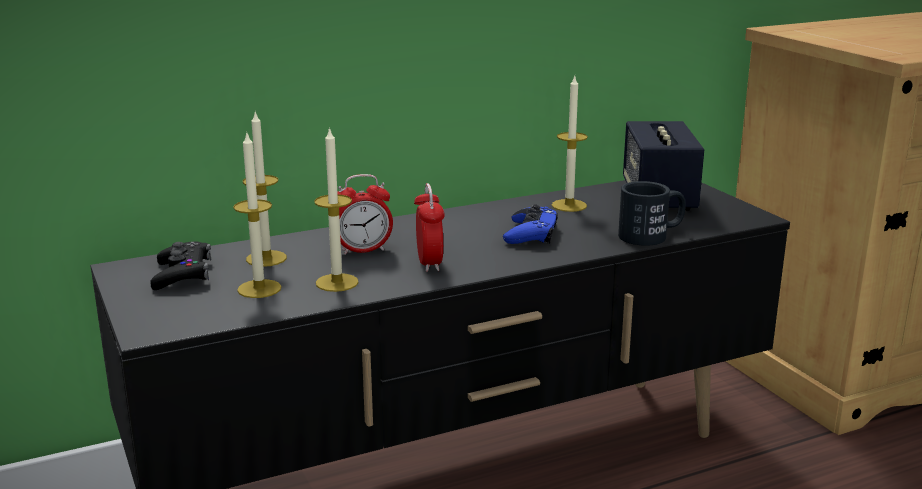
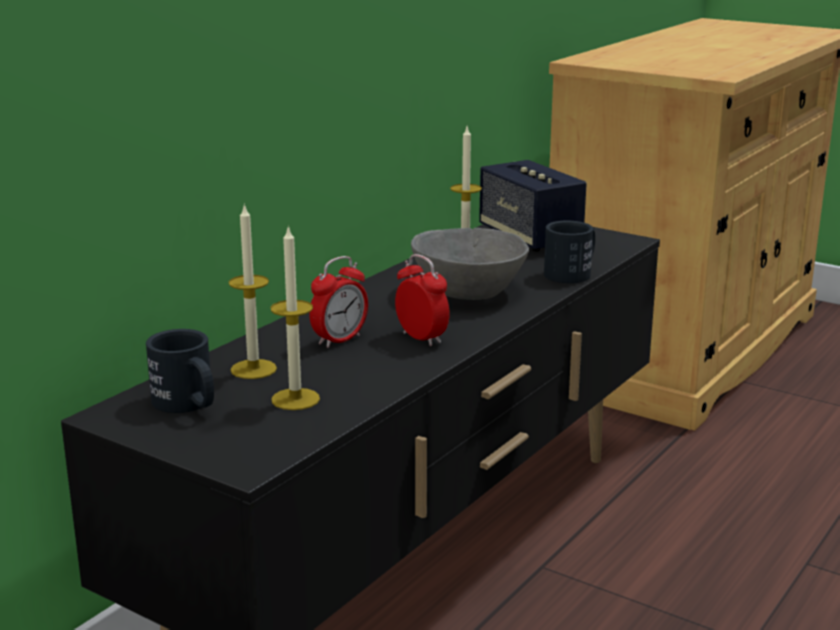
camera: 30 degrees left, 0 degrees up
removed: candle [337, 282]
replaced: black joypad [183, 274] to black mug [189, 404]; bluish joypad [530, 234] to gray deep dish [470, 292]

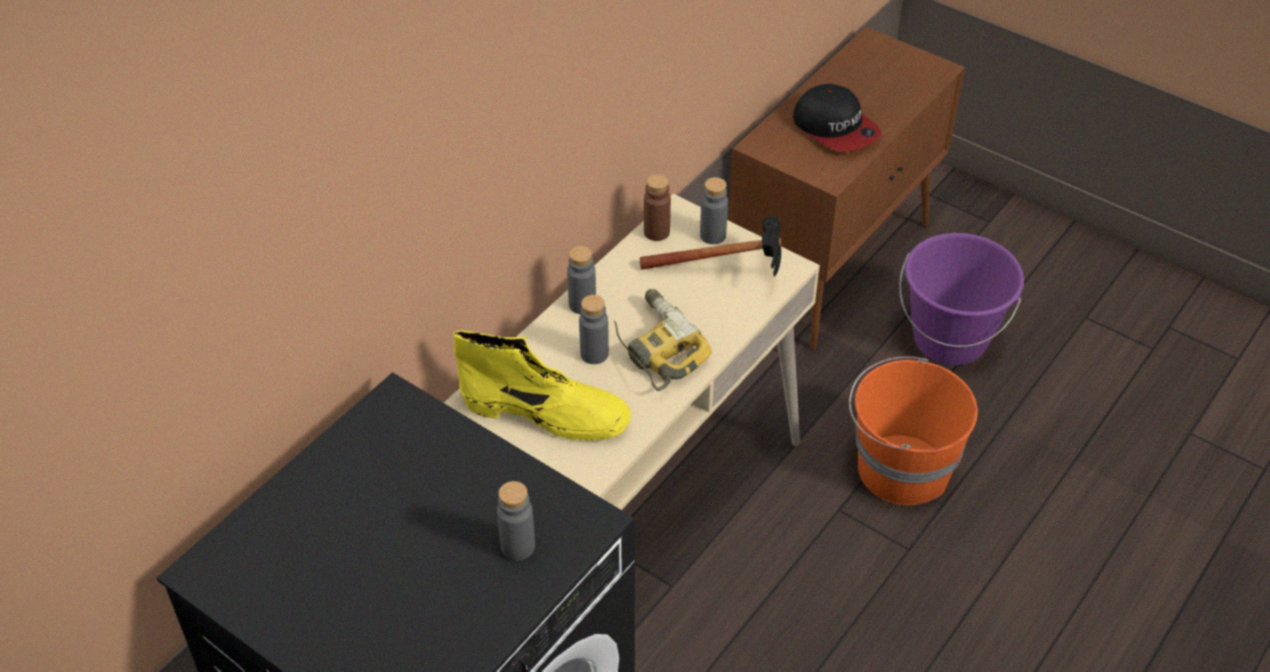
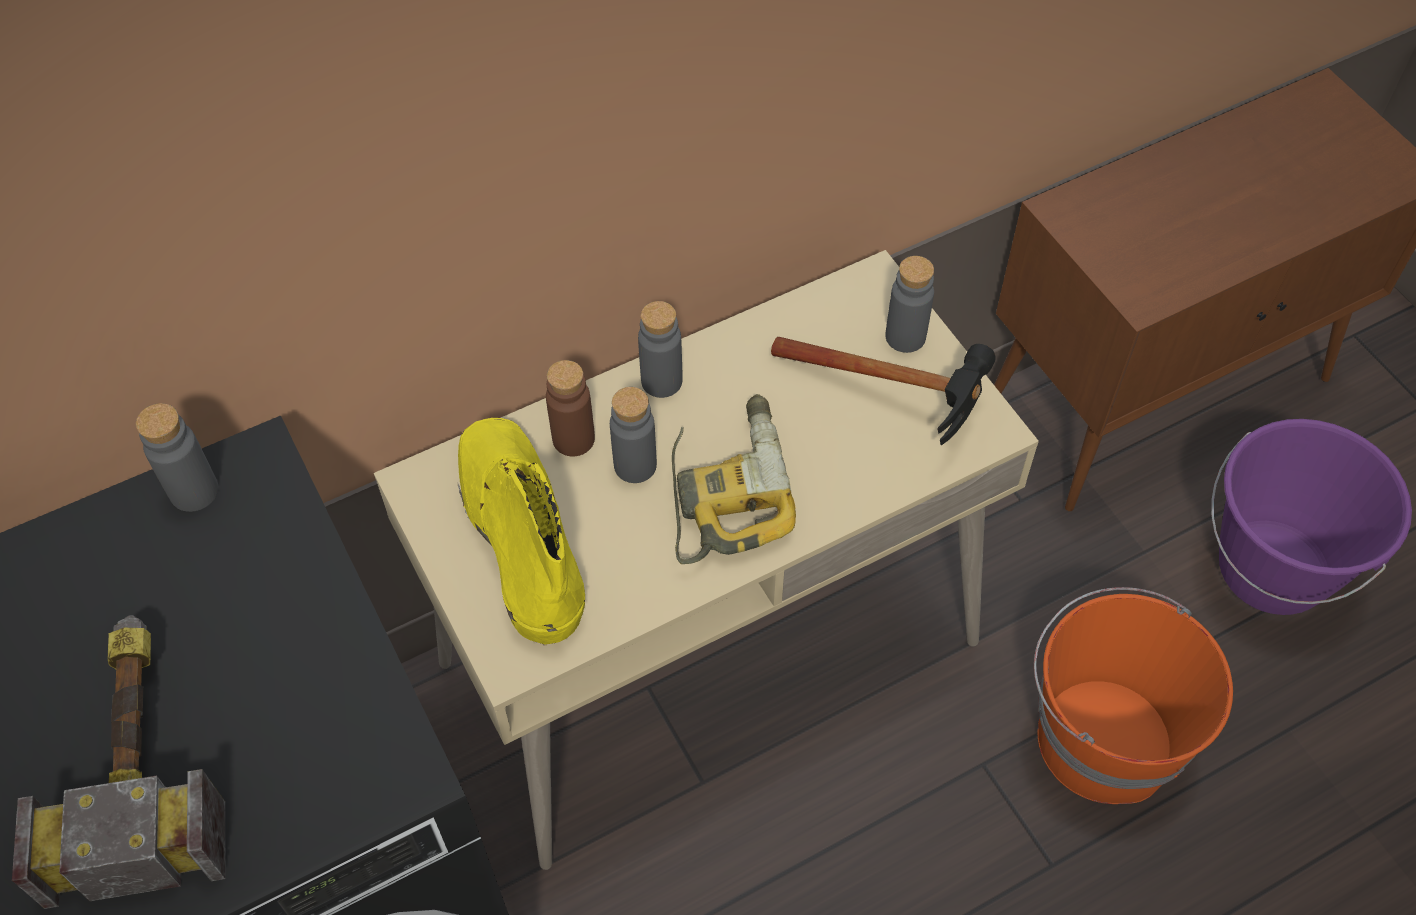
camera: 25 degrees right, 10 degrees up
removed: cap [836, 128]
added: tool hammer [139, 758]
moved: gray bottle [518, 546] to [194, 491]; brown bottle [656, 232] to [573, 439]
turned: yellow-coloured tall boot [547, 413] = [520, 534] 150 degrees counterclockwise

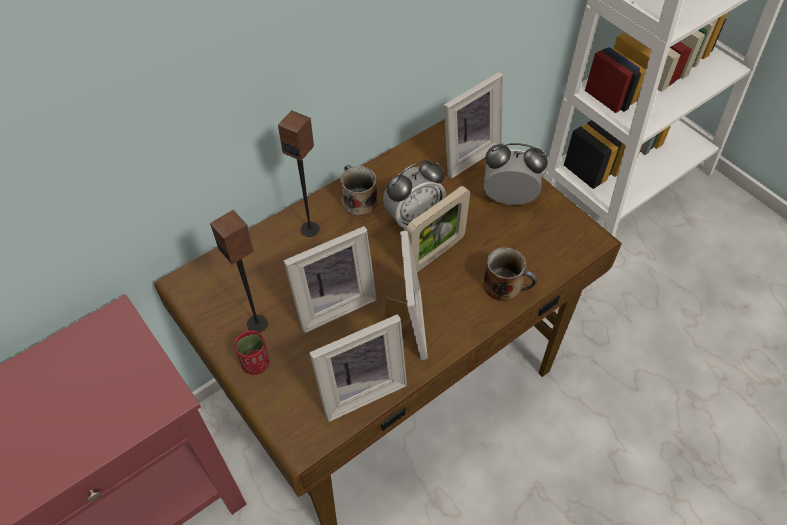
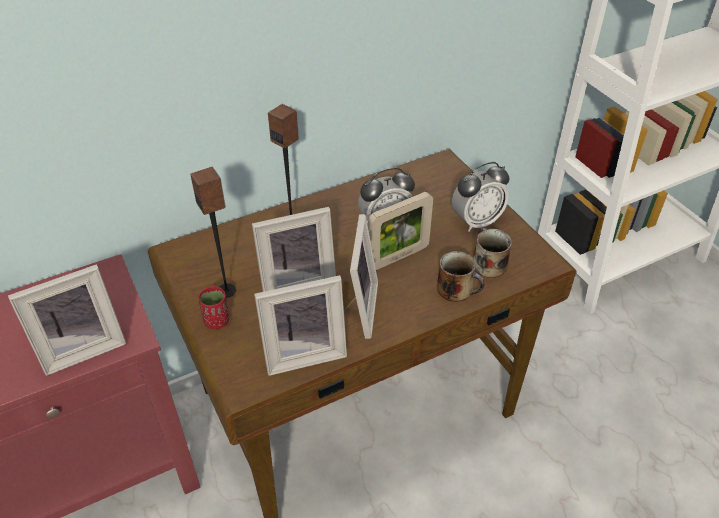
camera: 10 degrees right, 10 degrees down
moved: picture frame [466, 154] to [82, 347]; mug [358, 200] to [488, 263]
turned: alarm clock [508, 198] = [476, 221] 135 degrees clockwise

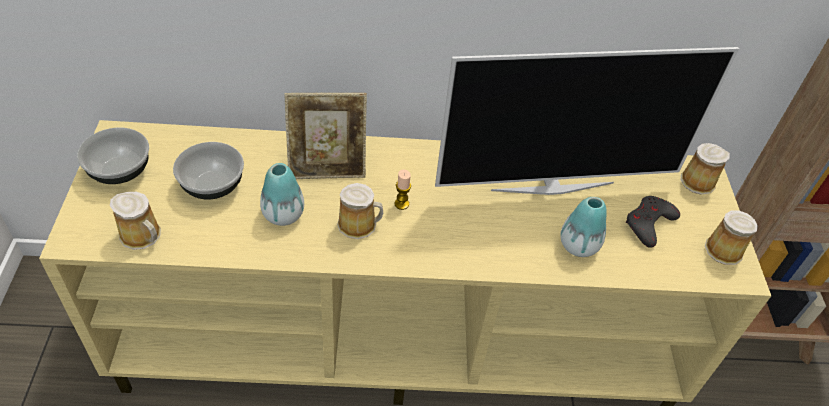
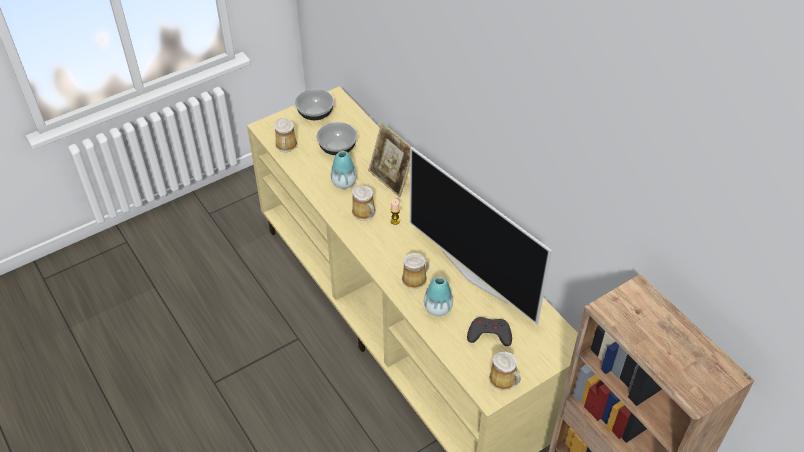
camera: 60 degrees right, 0 degrees up
moved: mug [696, 180] to [415, 279]

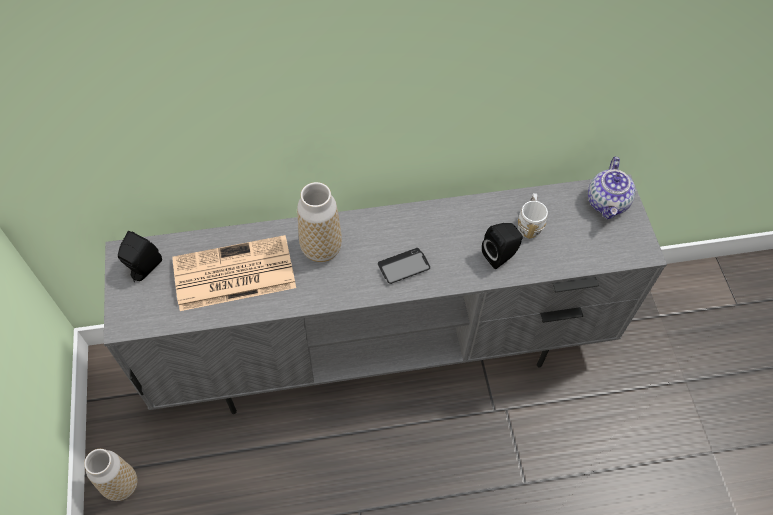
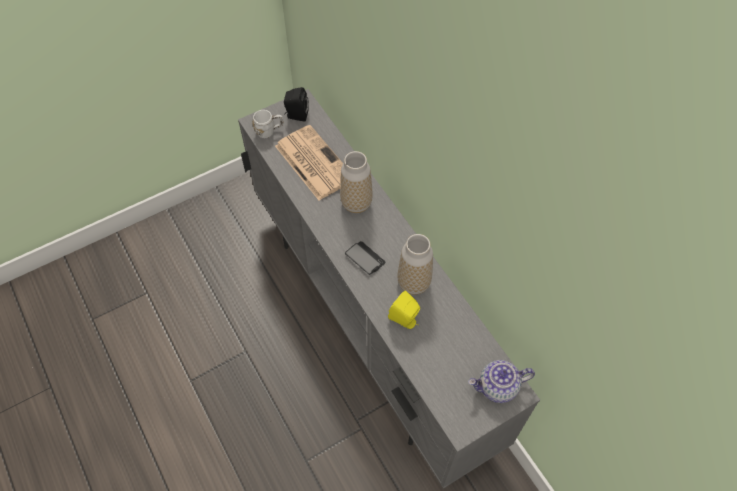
camera: 70 degrees right, 0 degrees up
moved: whitish mug [529, 224] to [269, 131]; decorative vase [121, 485] to [413, 283]
recoloured: black audio speaker [501, 255] to yellow-coloured audio speaker [405, 320]

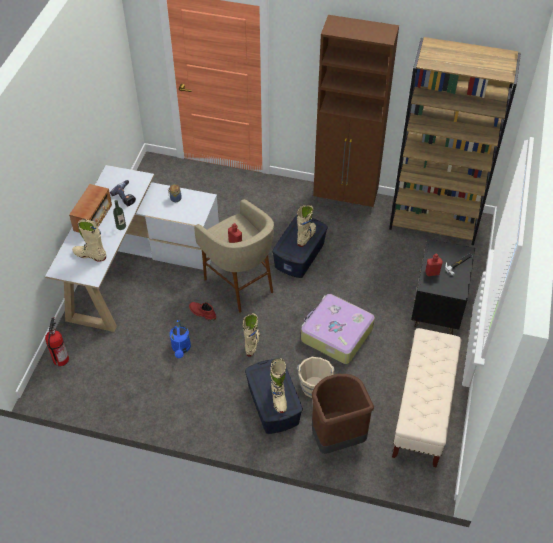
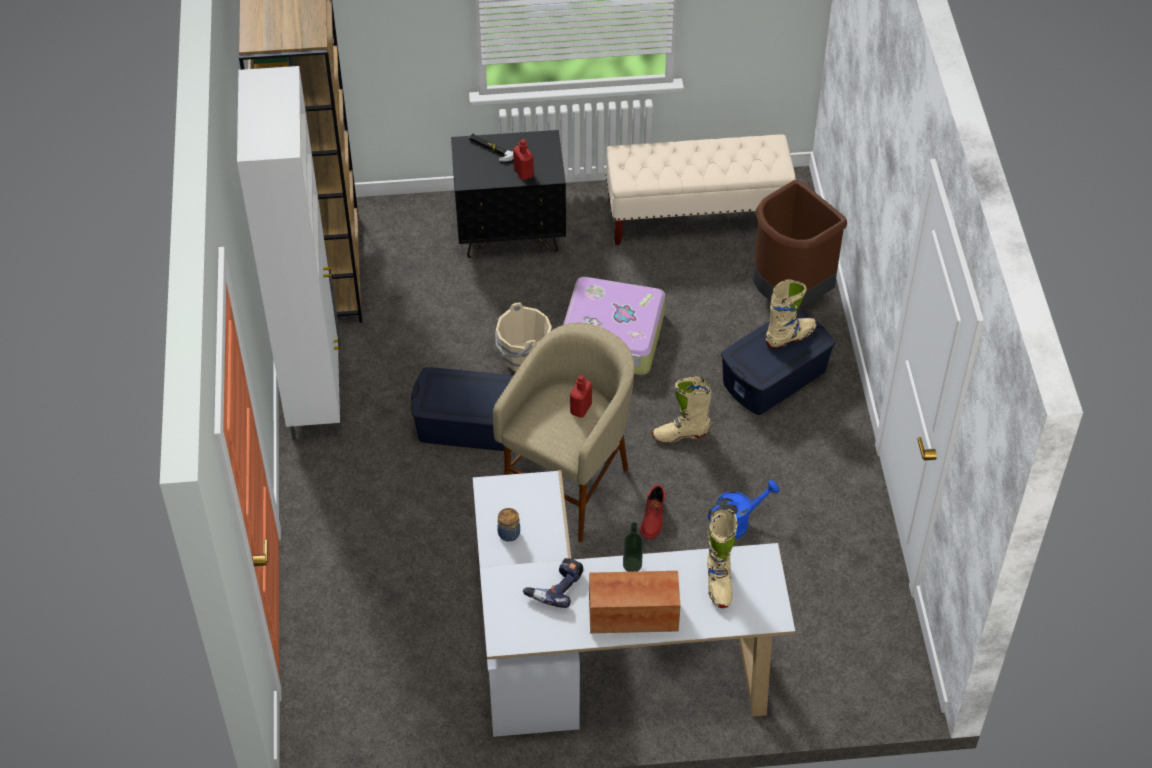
camera: 110 degrees left, 0 degrees up
removed: fire extinguisher [60, 359]; beige tall boot [306, 237]
moved: beige water bucket [314, 386] to [523, 358]
recoloured: brown cupboard [346, 201] to whitish cupboard [315, 394]

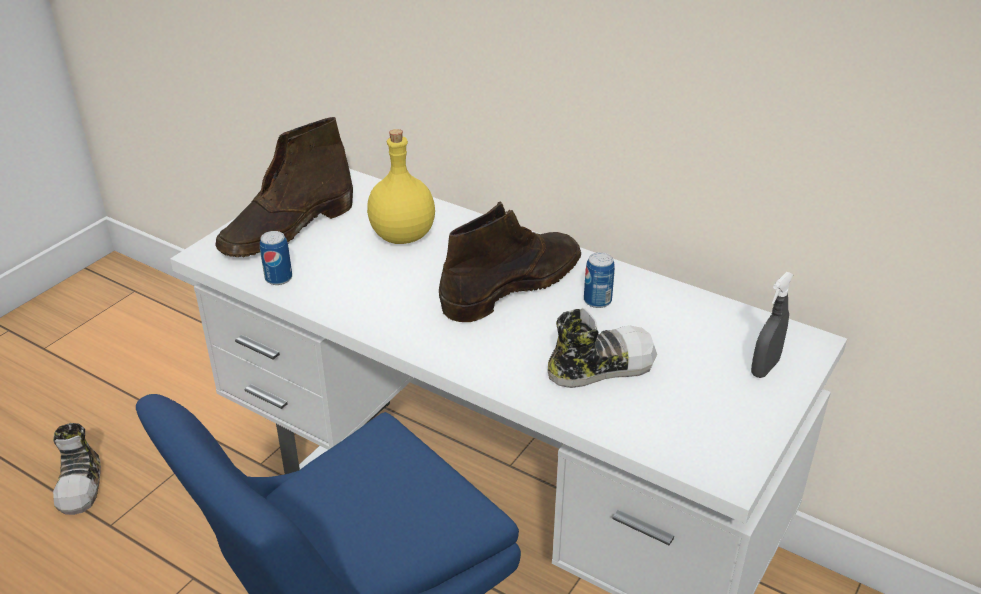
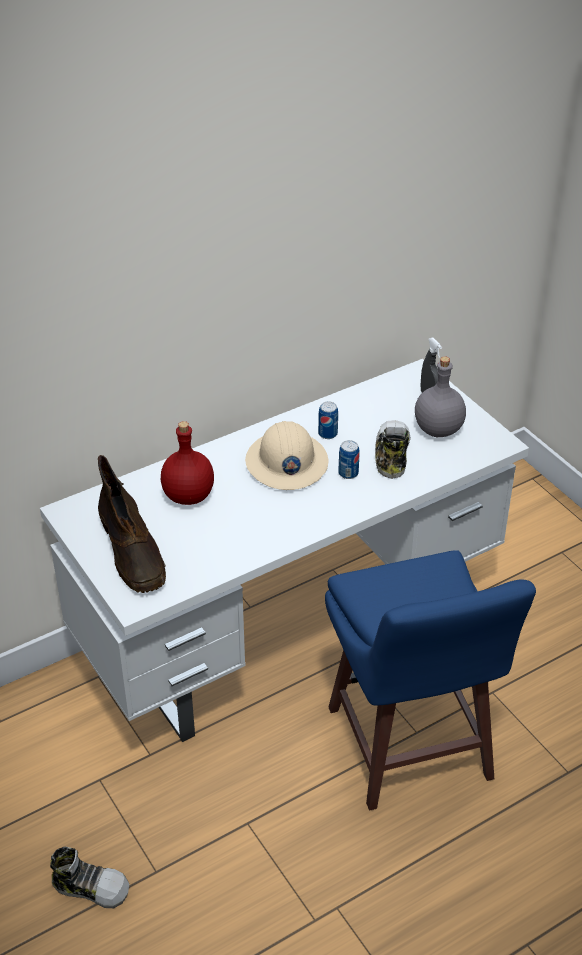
camera: 65 degrees left, 5 degrees up
added: gray bottle [437, 429]
moved: can [278, 278] to [348, 473]
replaced: brown tall boot [513, 285] to beige hard hat [286, 463]
recoloured: yellow-coloured bottle [401, 236] to red bottle [188, 496]

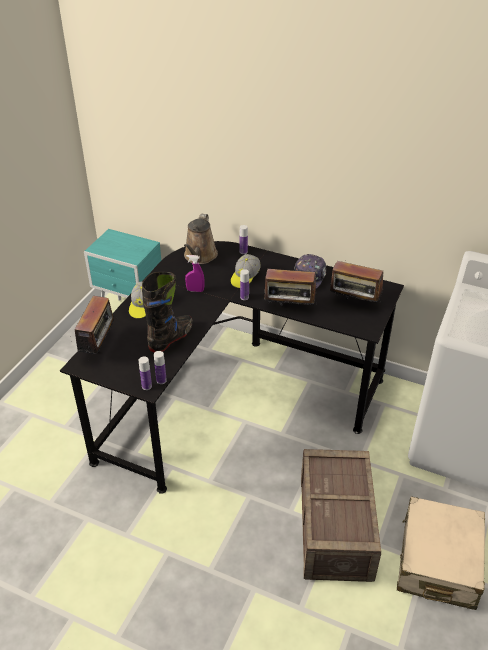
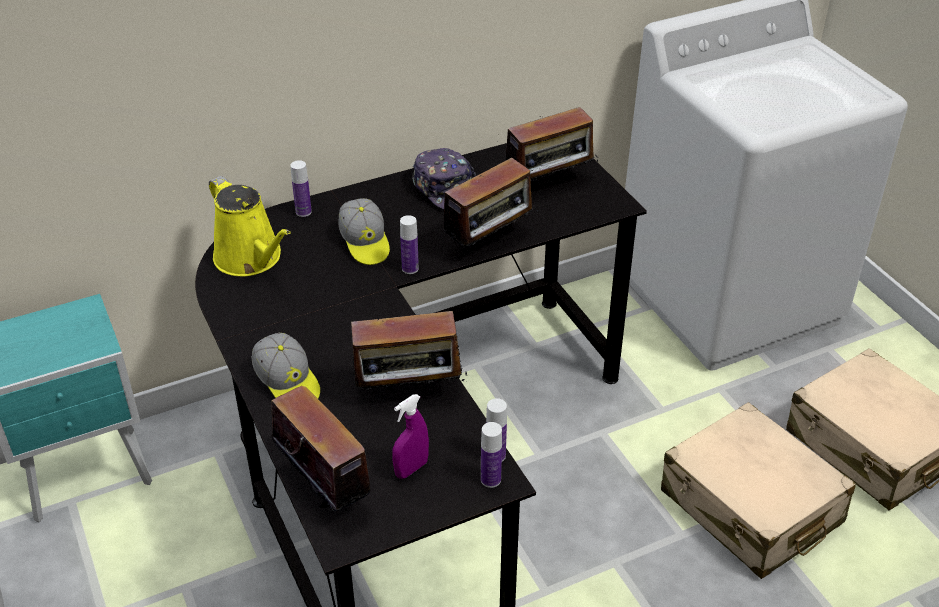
camera: 50 degrees left, 0 degrees up
moved: purplish spray bottle [195, 290] to [411, 469]
replaced: black tall boot [171, 338] to radio [409, 393]; crate [336, 529] to beige travel case [750, 507]
recoloured: brown sprinkling can [199, 256] to yellow-coloured sprinkling can [251, 259]

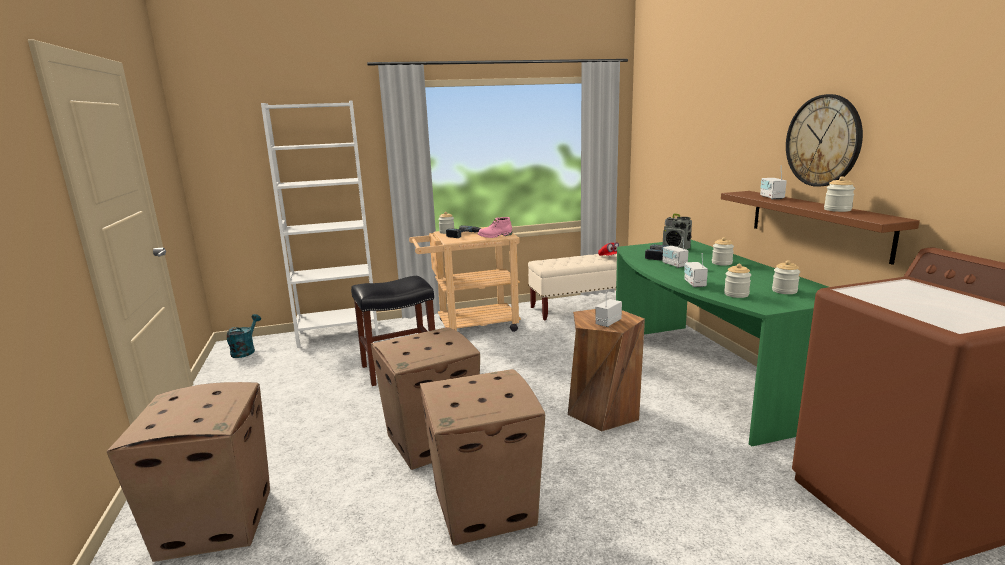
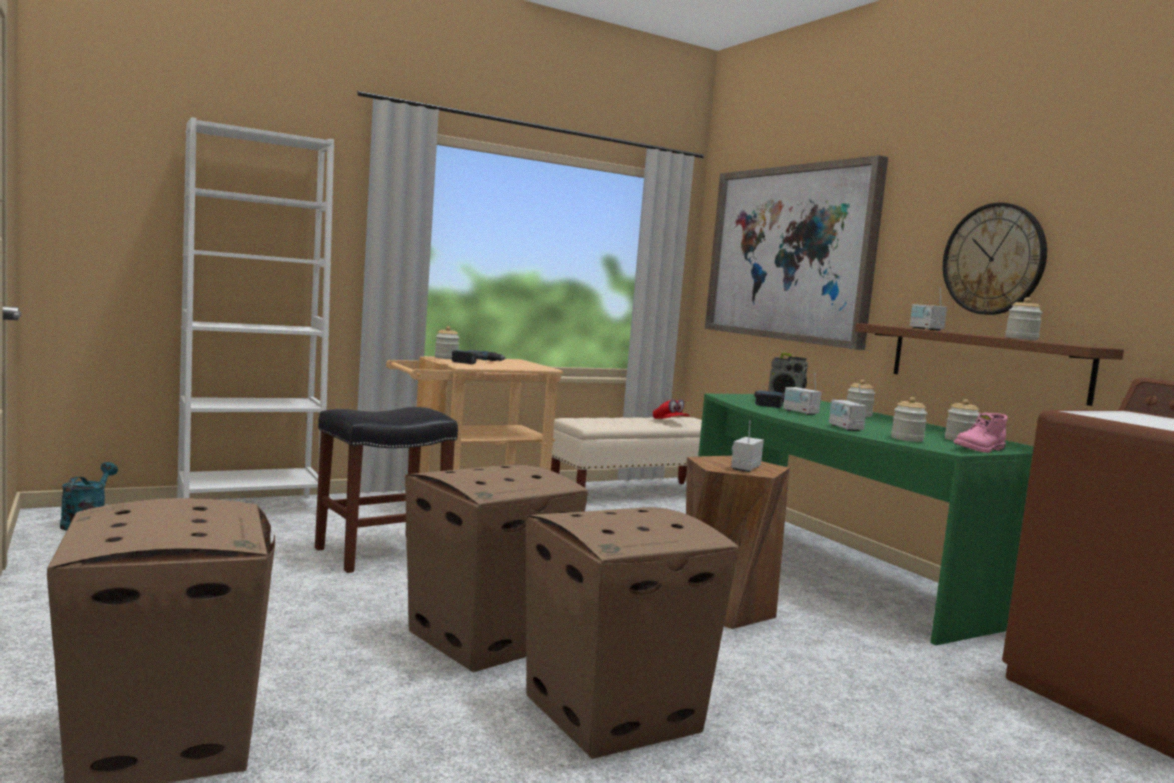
camera: 15 degrees left, 10 degrees down
added: wall picture [789, 253]
moved: pink-coloured tall boot [495, 236] to [980, 449]

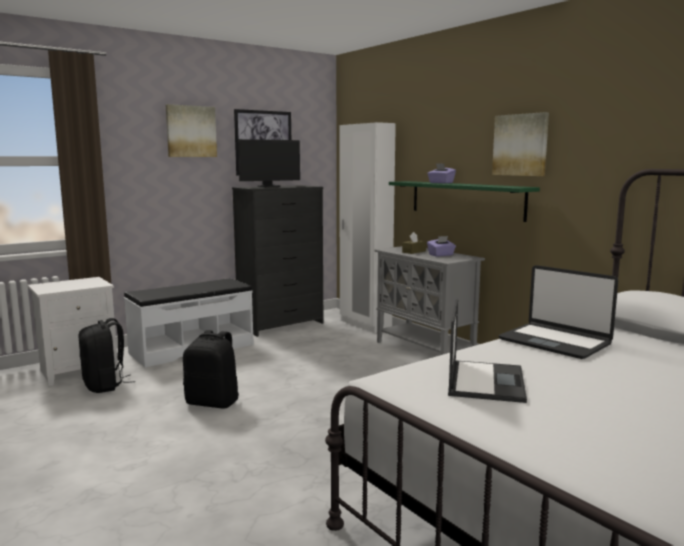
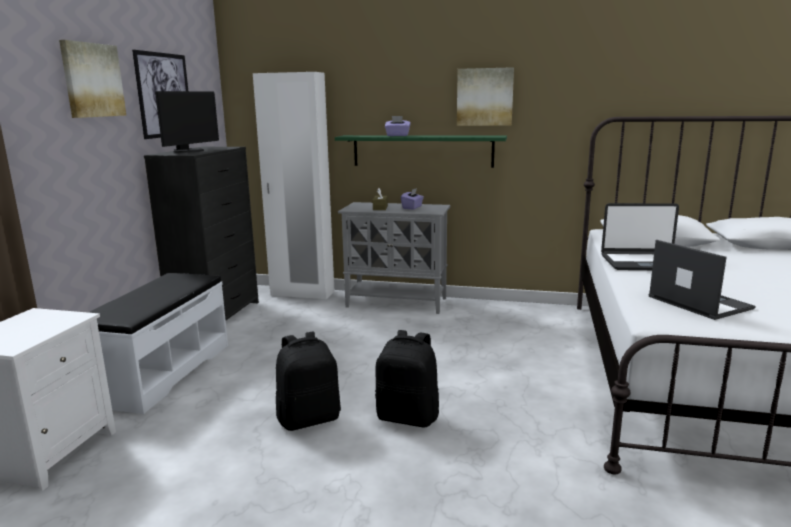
camera: 40 degrees left, 5 degrees up
moved: black knapsack [105, 385] to [408, 417]

